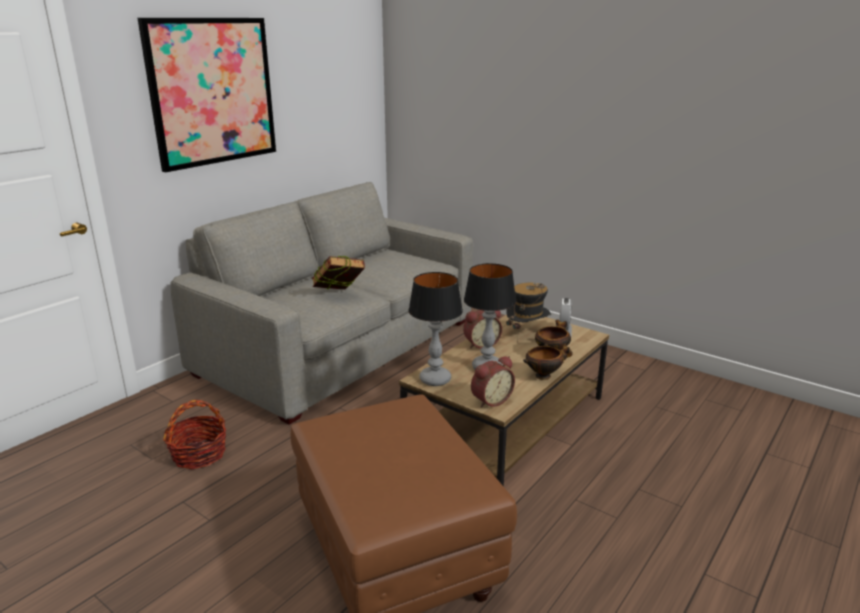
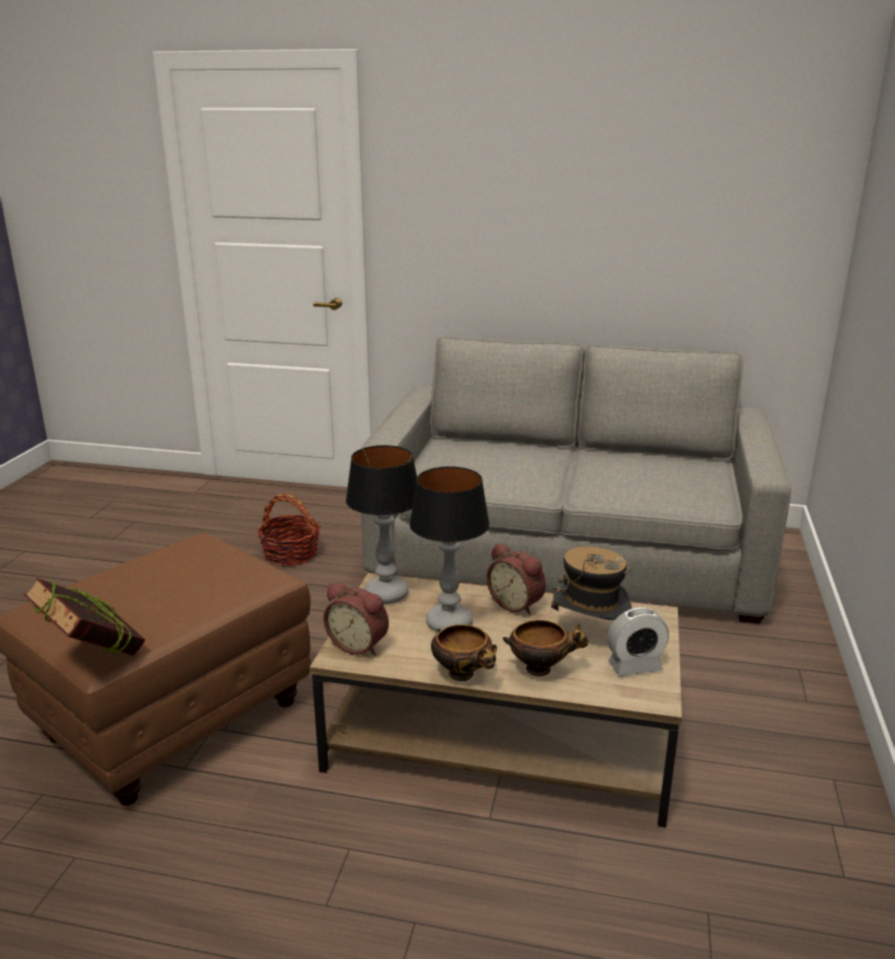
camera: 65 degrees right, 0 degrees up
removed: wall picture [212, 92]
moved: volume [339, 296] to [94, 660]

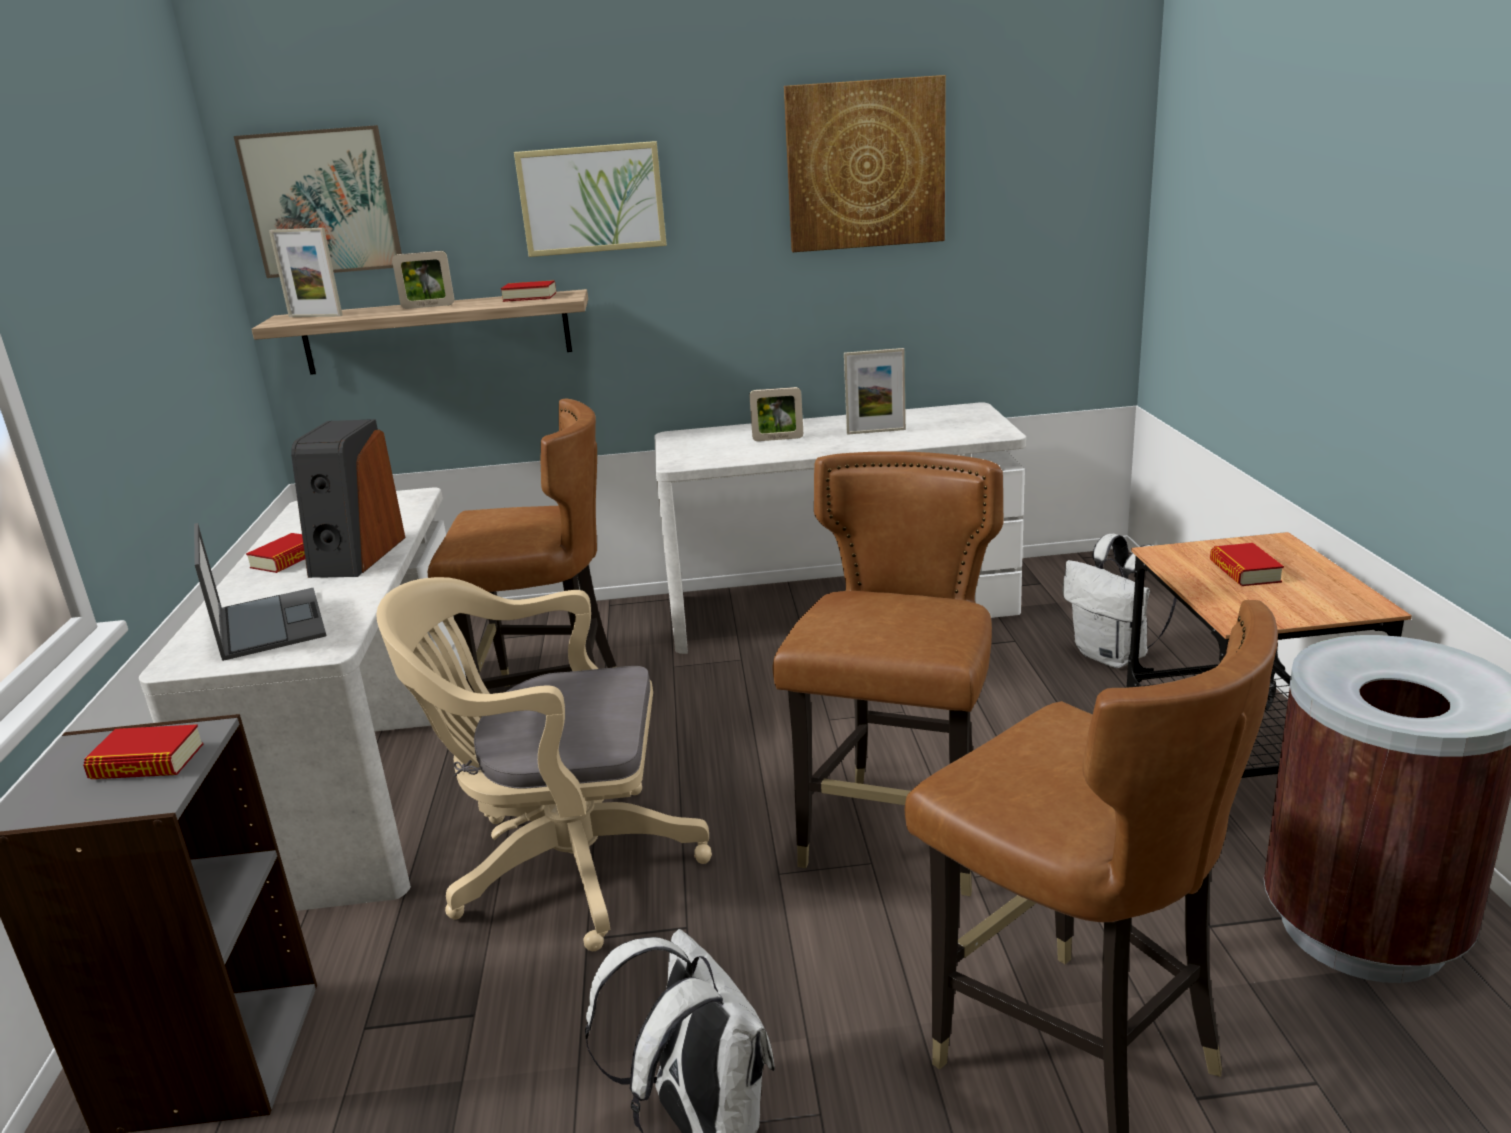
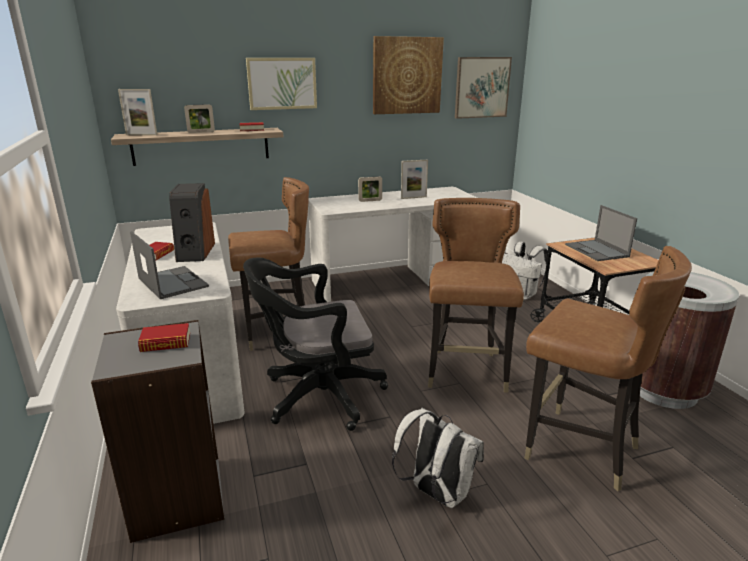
camera: 15 degrees left, 0 degrees up
moved: wall picture [322, 202] to [481, 87]
replaced: volume [1244, 572] to laptop [597, 251]
recoloured: beige computer chair [563, 866] to black computer chair [317, 396]

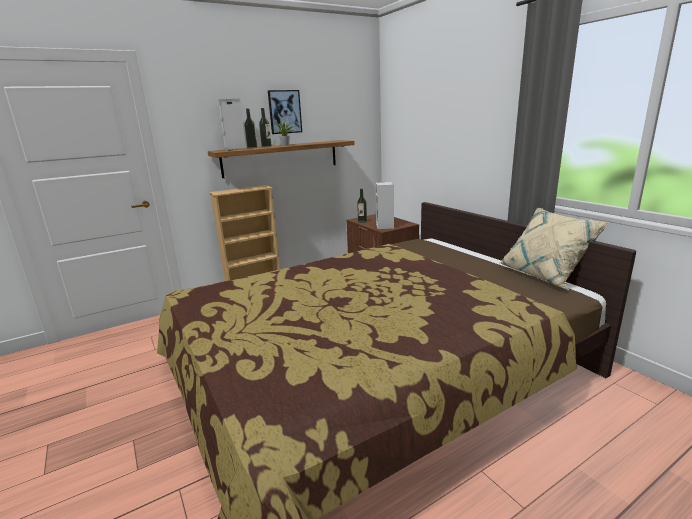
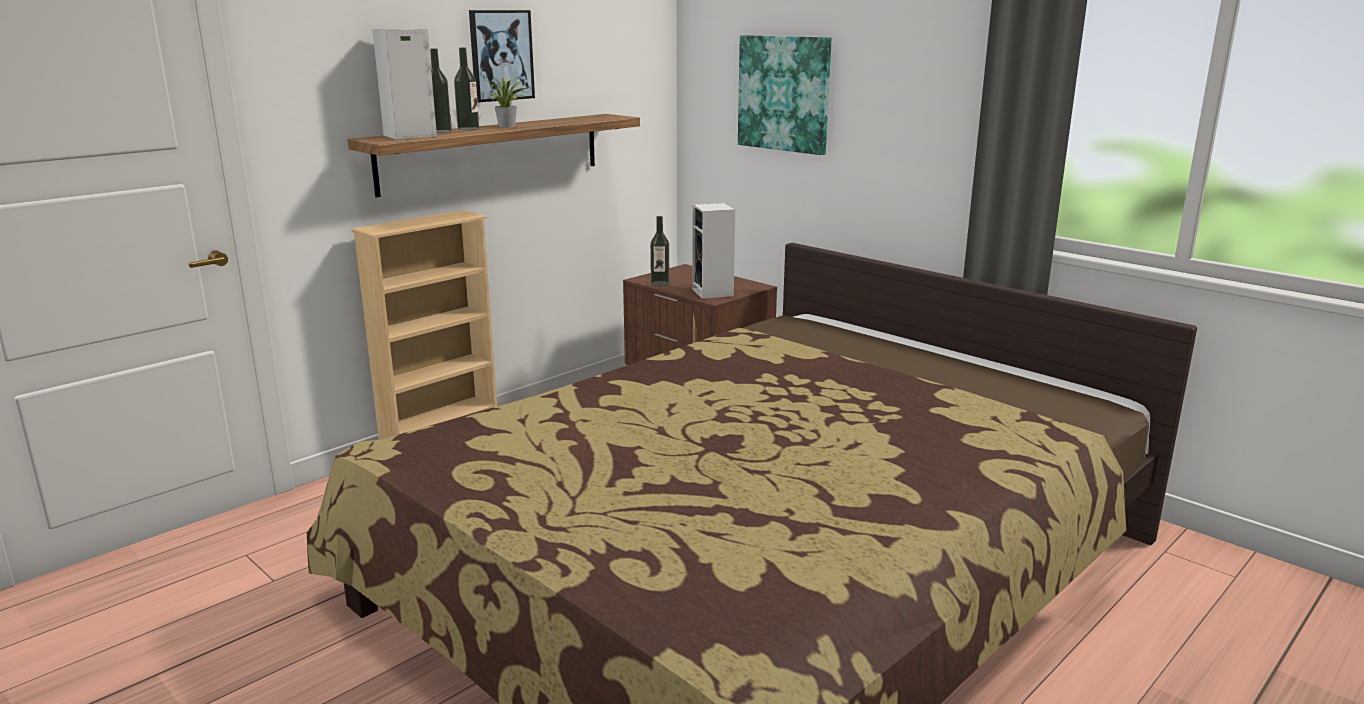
camera: 15 degrees left, 0 degrees up
removed: beige pillow [545, 275]
added: wall picture [784, 93]

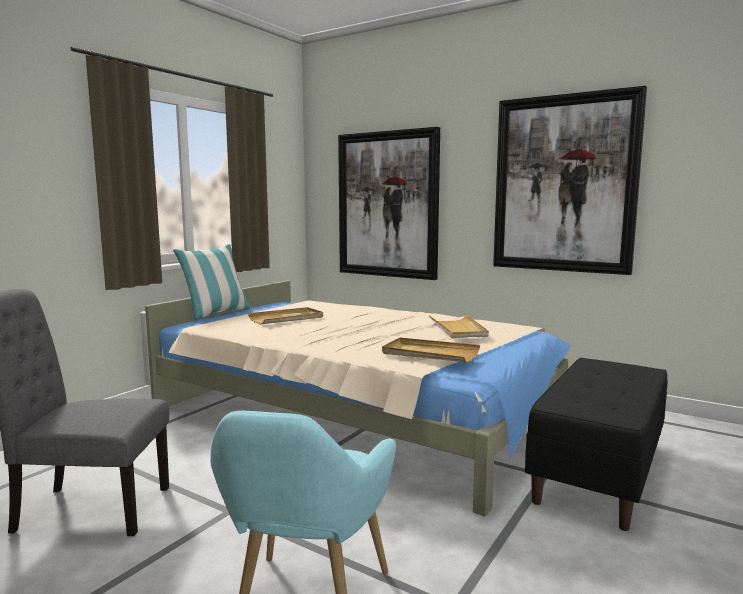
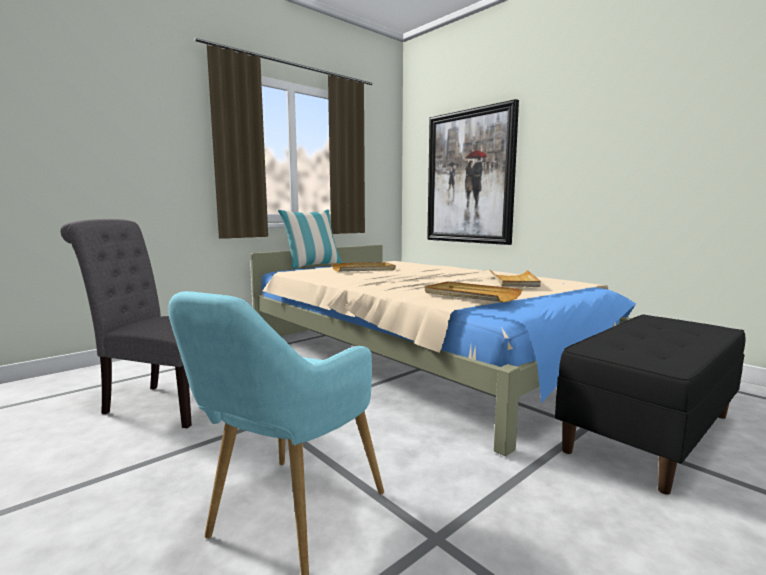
camera: 15 degrees right, 0 degrees up
removed: wall picture [564, 184]

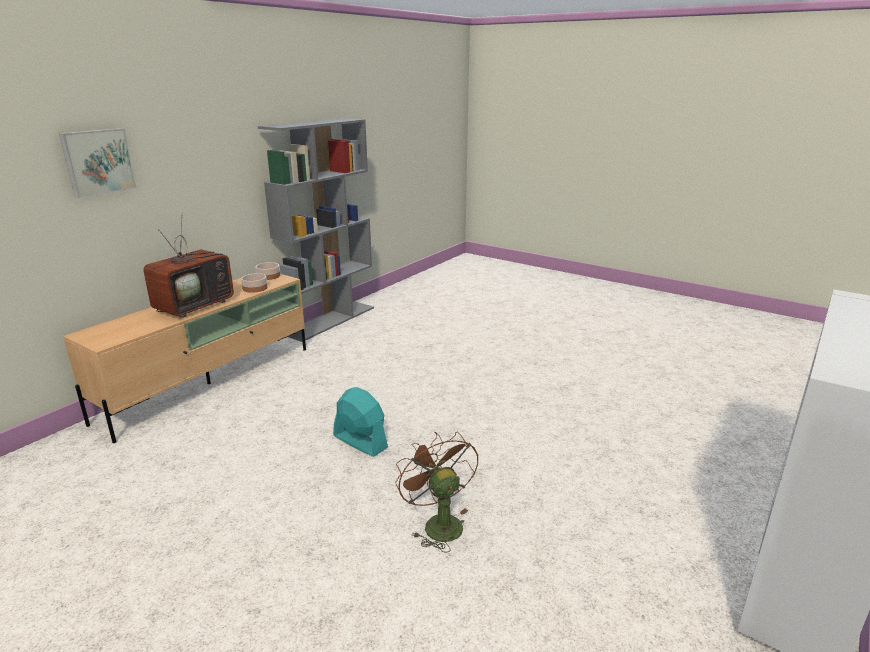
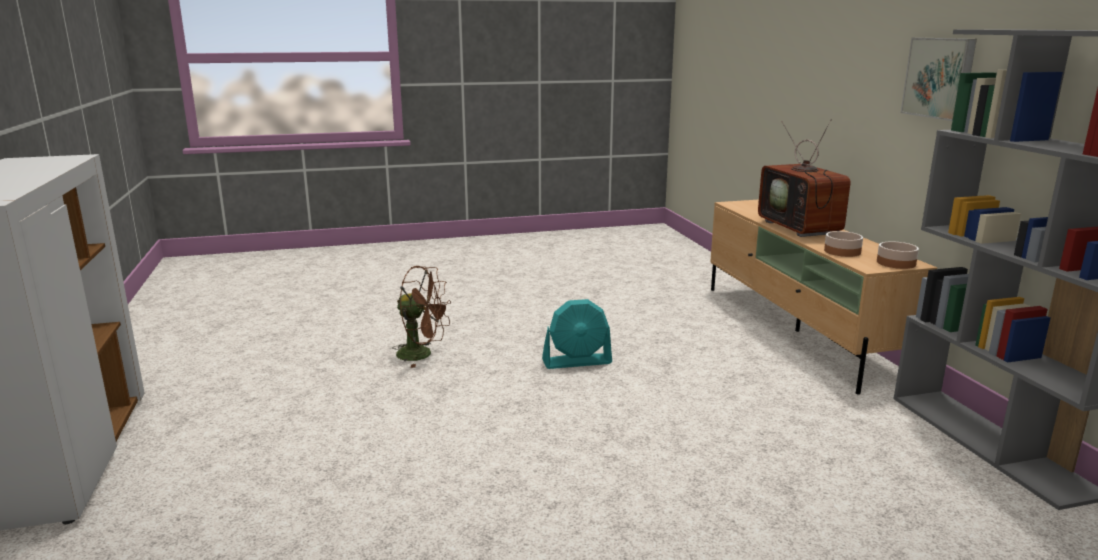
camera: 130 degrees right, 5 degrees down
moved: wall picture [97, 161] to [940, 78]

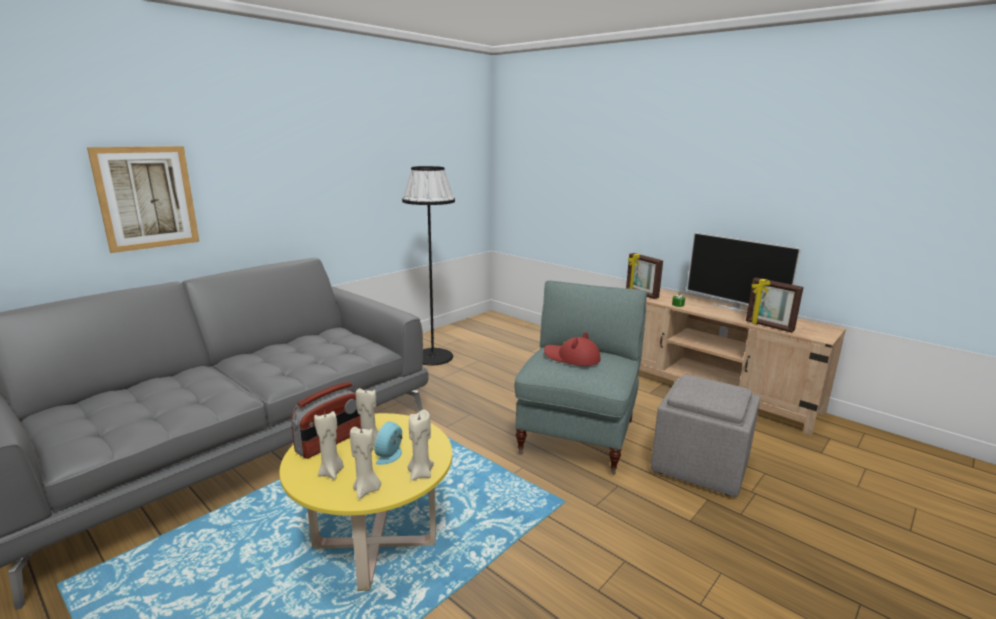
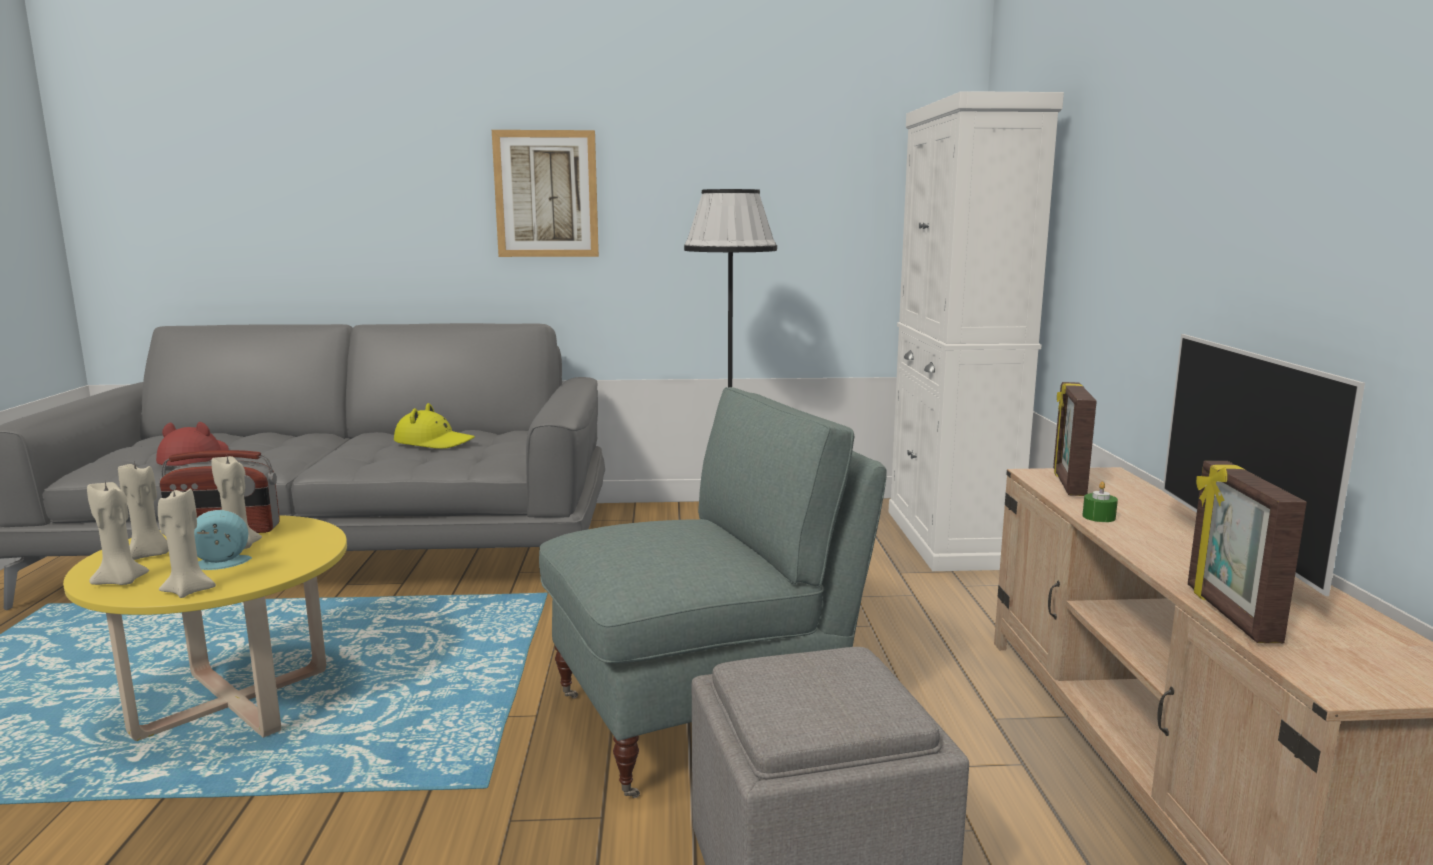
camera: 45 degrees right, 5 degrees down
added: yellow-coloured clothing hat [434, 442]; whitish cupboard [949, 538]
moved: red clothing hat [571, 358] to [194, 458]; wall picture [147, 198] to [546, 194]

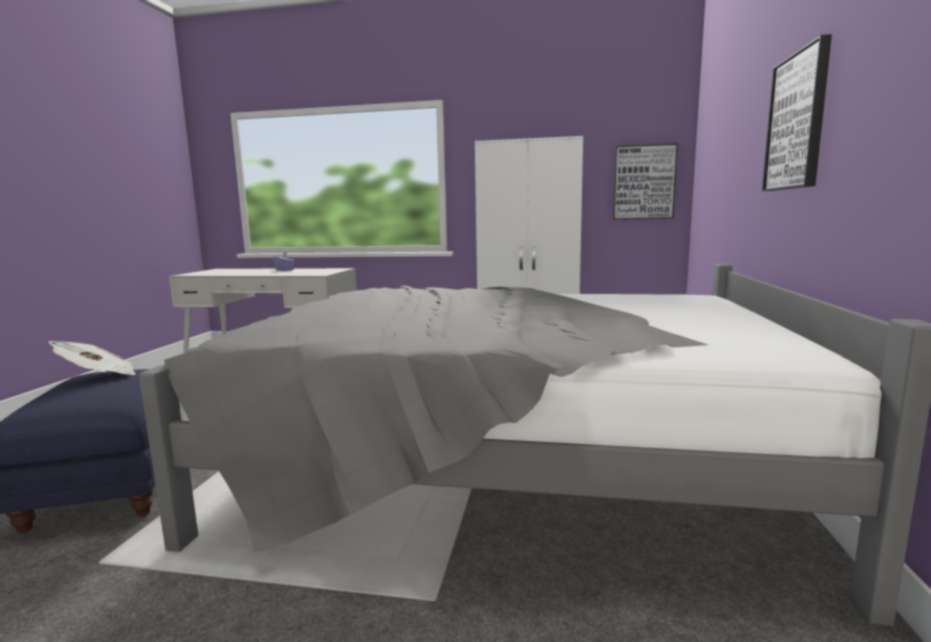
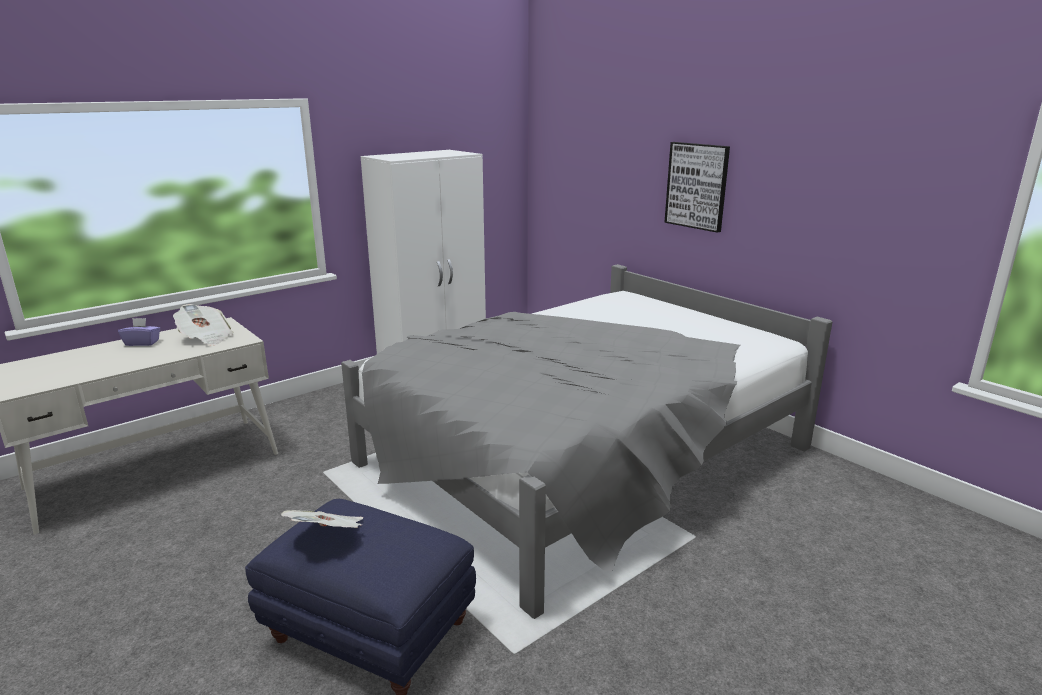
camera: 50 degrees left, 10 degrees up
removed: wall picture [644, 182]
added: printed paper [206, 338]

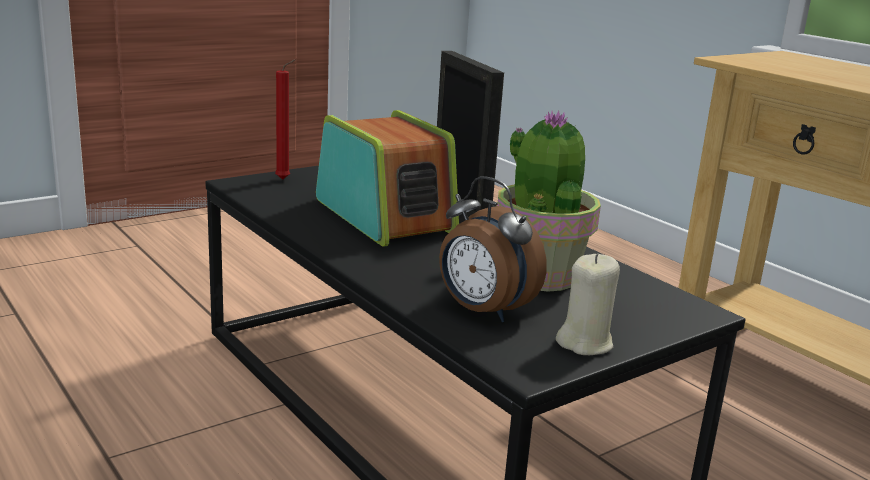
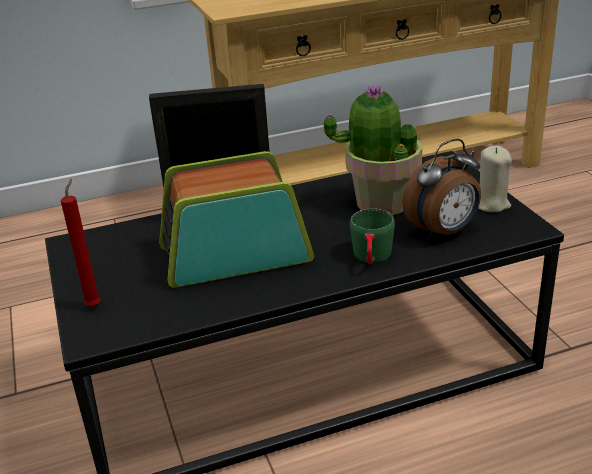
camera: 70 degrees left, 10 degrees up
added: green-coloured mug [372, 258]

